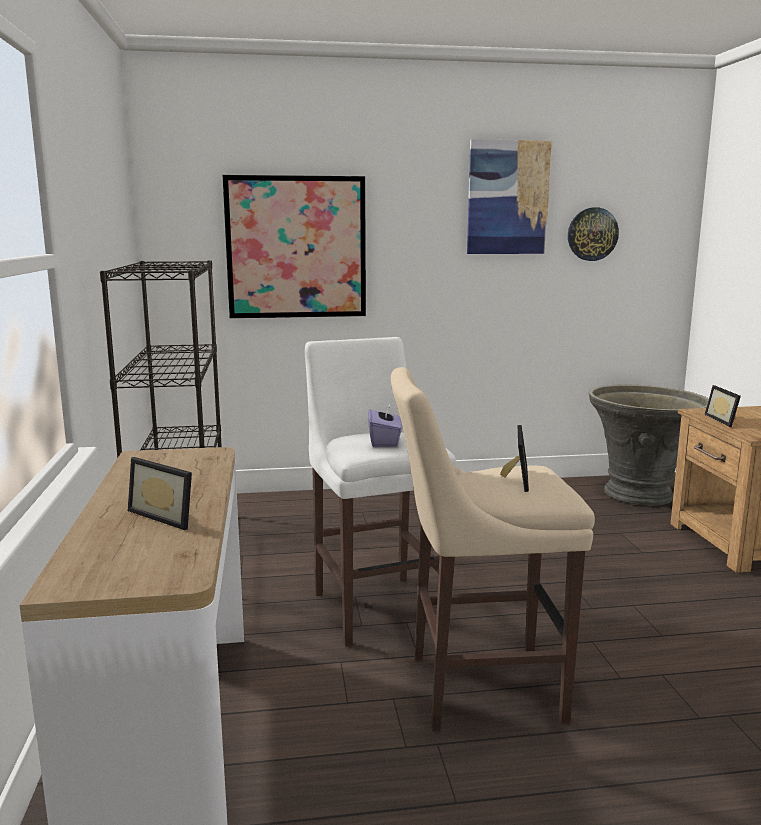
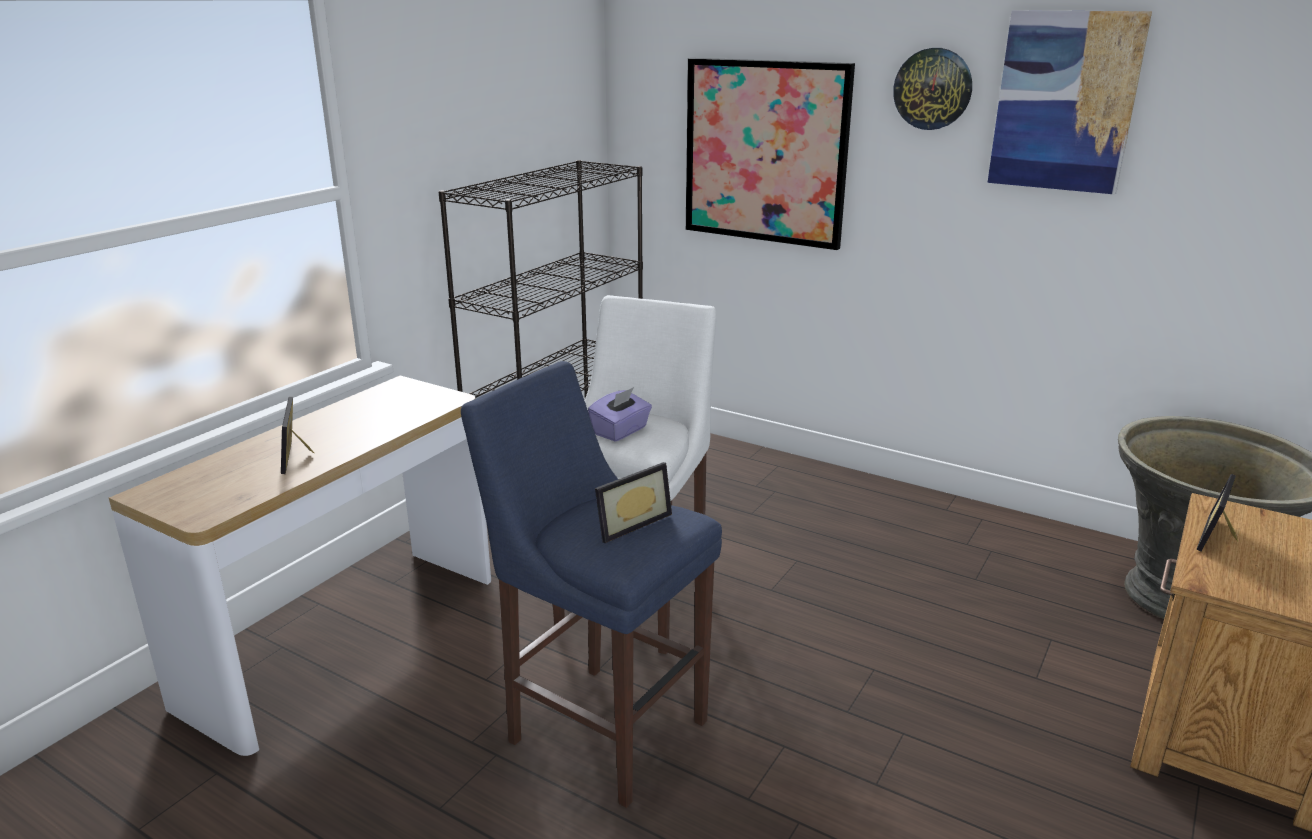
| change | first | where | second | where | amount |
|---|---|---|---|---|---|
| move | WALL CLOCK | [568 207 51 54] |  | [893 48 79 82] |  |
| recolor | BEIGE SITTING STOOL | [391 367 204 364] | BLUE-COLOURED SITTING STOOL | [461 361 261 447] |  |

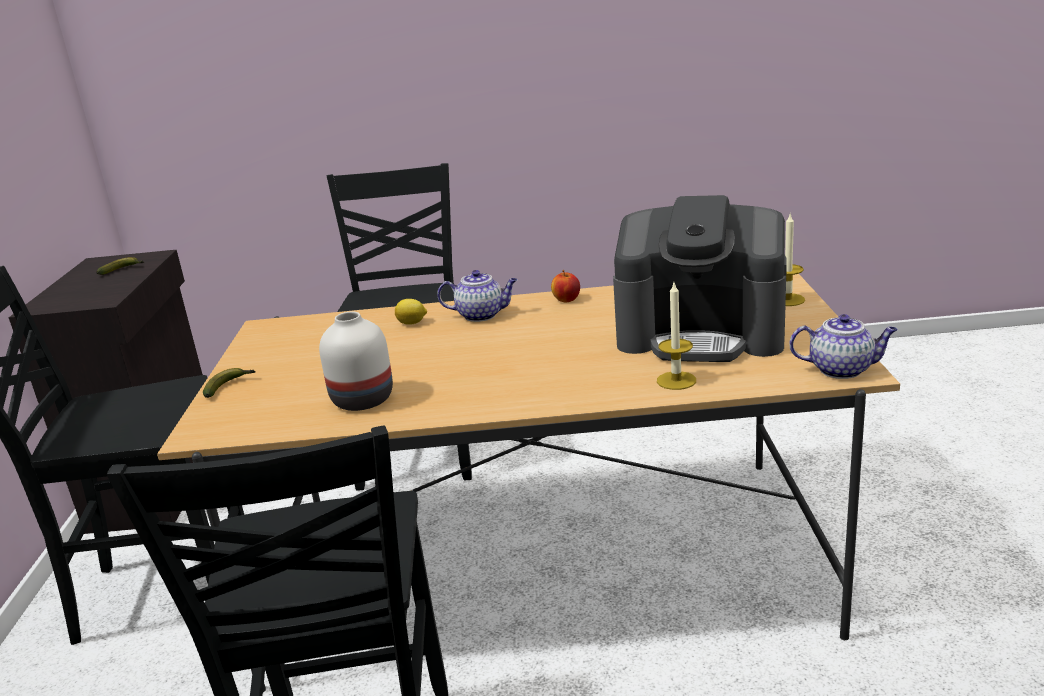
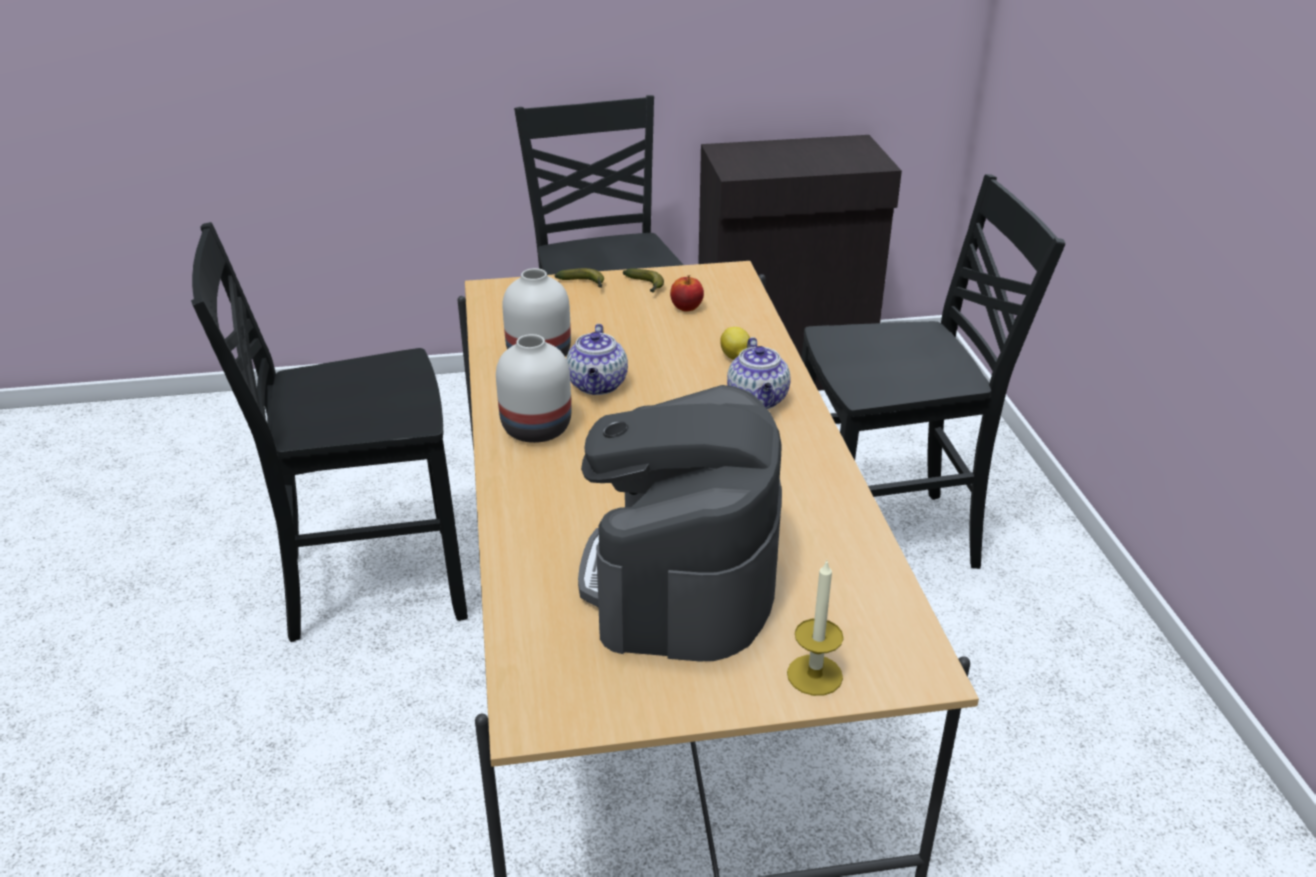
| change | first | where | second | where | amount |
|---|---|---|---|---|---|
| move | BANANA | [96 257 48 18] |  | [623 268 41 25] |  |
| move | WHOLE APPLE | [551 270 29 32] |  | [670 275 34 36] |  |
| delete | CANDLE | [657 283 39 107] |  |  |  |
| move | TEAPOT | [789 314 109 65] |  | [566 324 62 71] |  |
| insert |  |  | WHITISH DECORATIVE VASE | [496 334 75 109] |  |

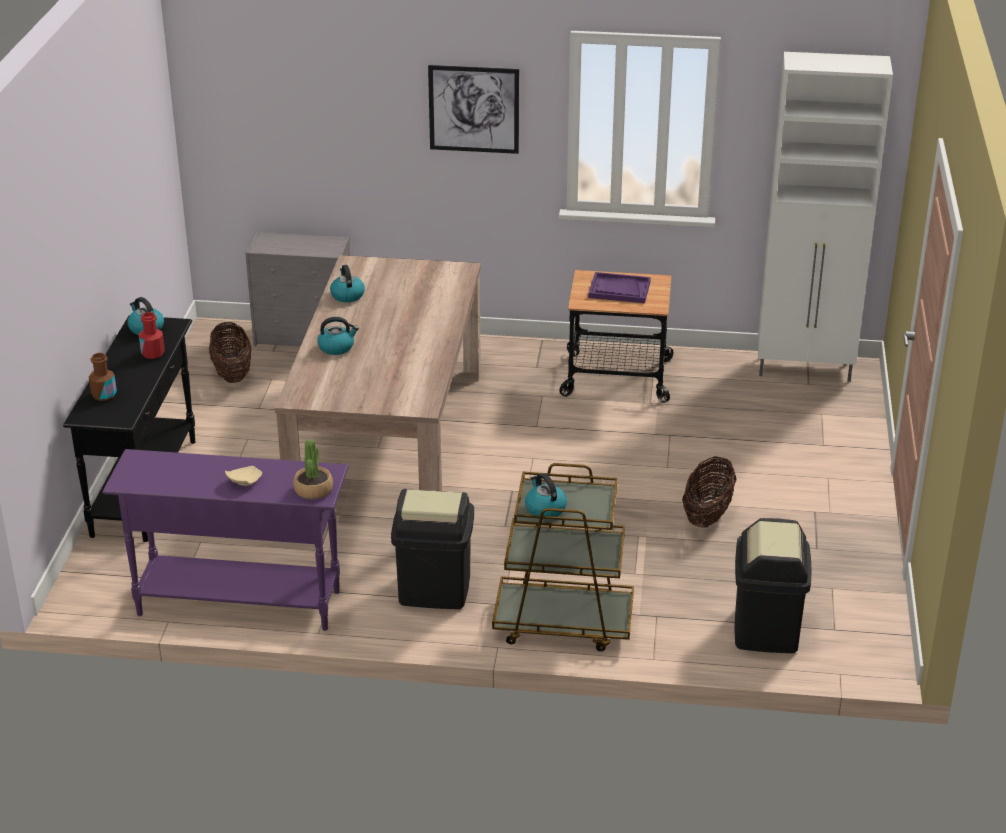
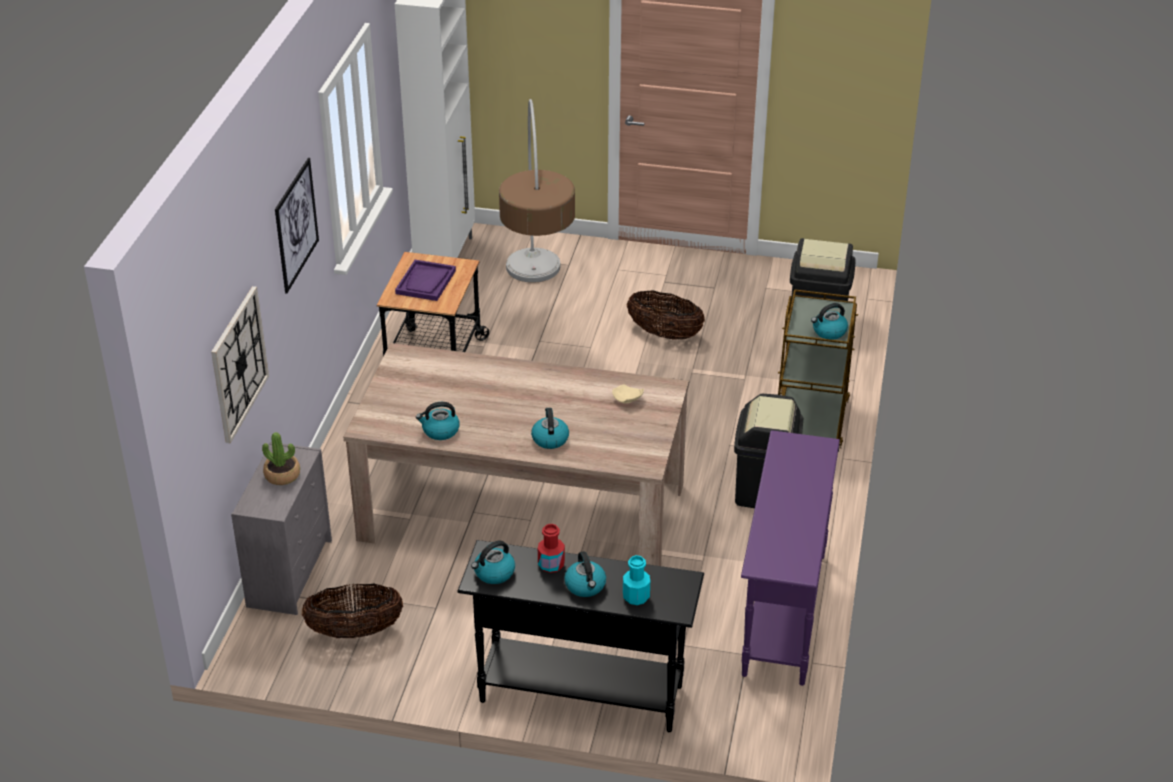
| change | first | where | second | where | amount |
|---|---|---|---|---|---|
| recolor | BROWN BOTTLE | [89 353 28 48] | TURQUOISE-COLOURED BOTTLE | [623 555 27 50] |  |
| move | POTTED PLANT | [293 439 40 60] |  | [262 432 38 53] |  |
| move | BEIGE PLATE | [225 466 37 20] |  | [612 385 32 18] |  |
| insert |  |  | STANDING LAMP | [499 99 76 184] |  |
| insert |  |  | WALL CLOCK | [211 286 58 158] |  |
| insert |  |  | KETTLE | [564 551 42 46] |  |

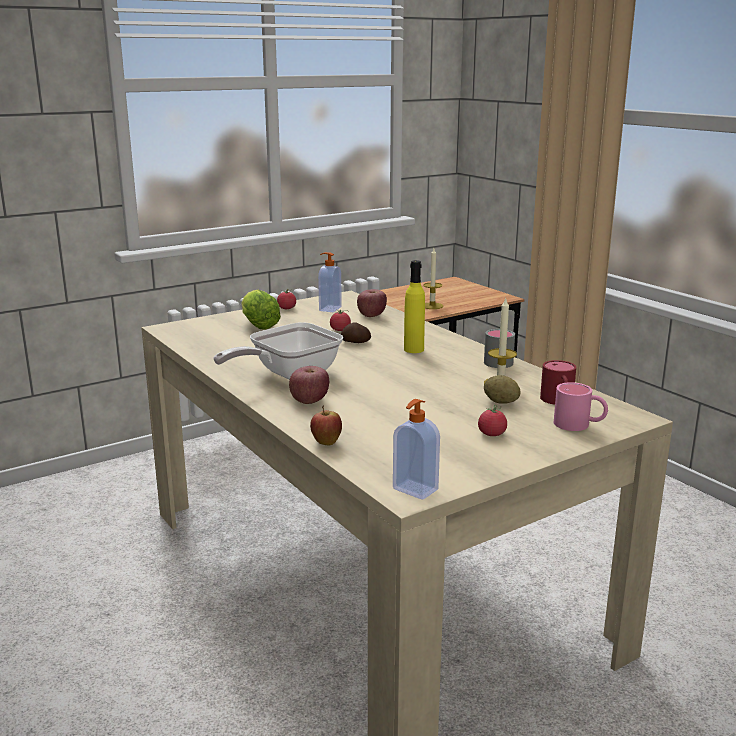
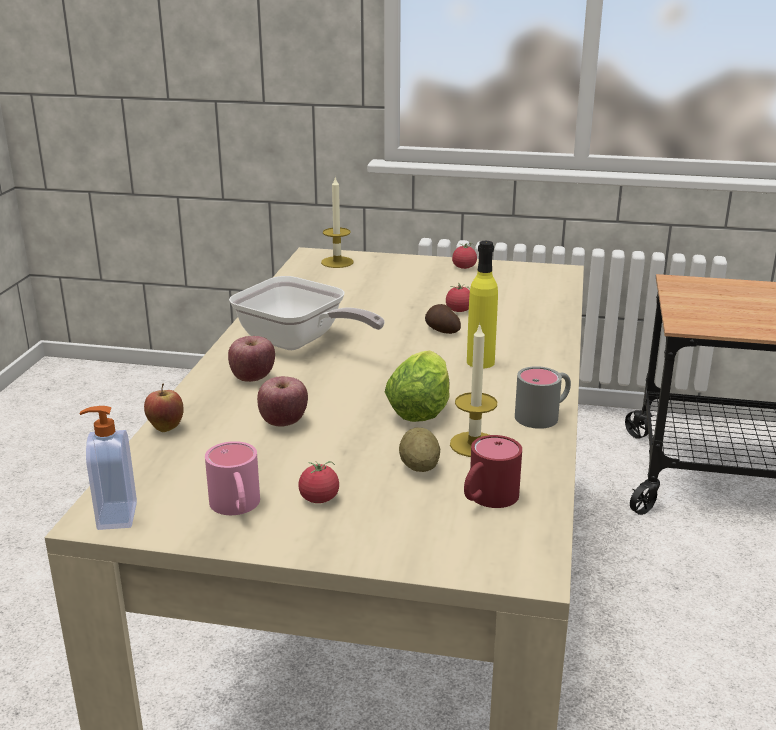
| change | first | where | second | where | amount |
|---|---|---|---|---|---|
| move | CANDLE | [423 248 20 61] |  | [321 176 33 92] |  |
| delete | LIQUID SOAP BOTTLE | [318 252 24 61] |  |  |  |
| move | WHOLE APPLE | [357 289 30 28] |  | [257 376 51 51] |  |
| move | LETTUCE | [241 290 40 40] |  | [385 350 64 72] |  |
| rotate | FRYING PAN | [214 322 129 58] |  | [229 276 155 74] | 150 degrees counterclockwise |
| move | PINK-COLOURED COFFEE MUG | [554 382 54 49] |  | [205 441 55 74] |  |

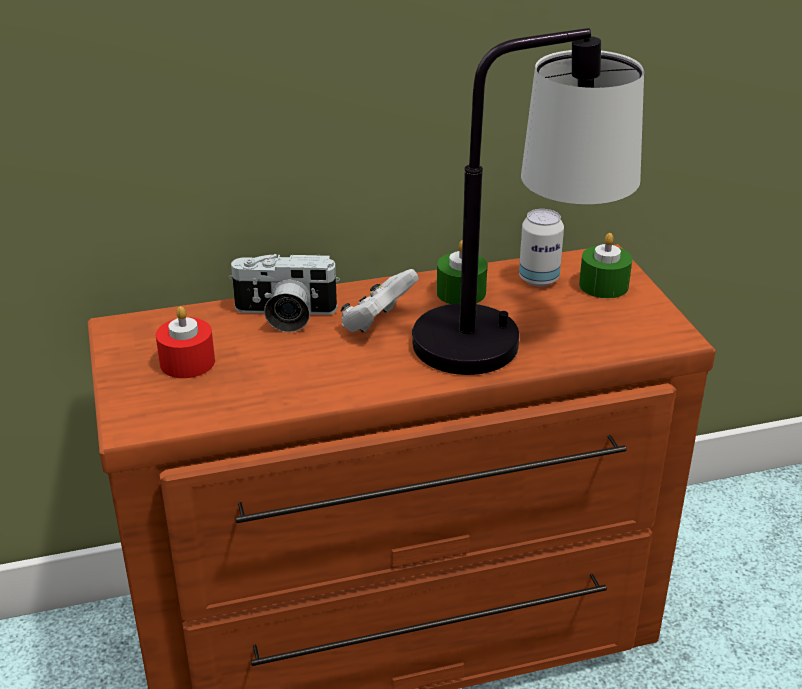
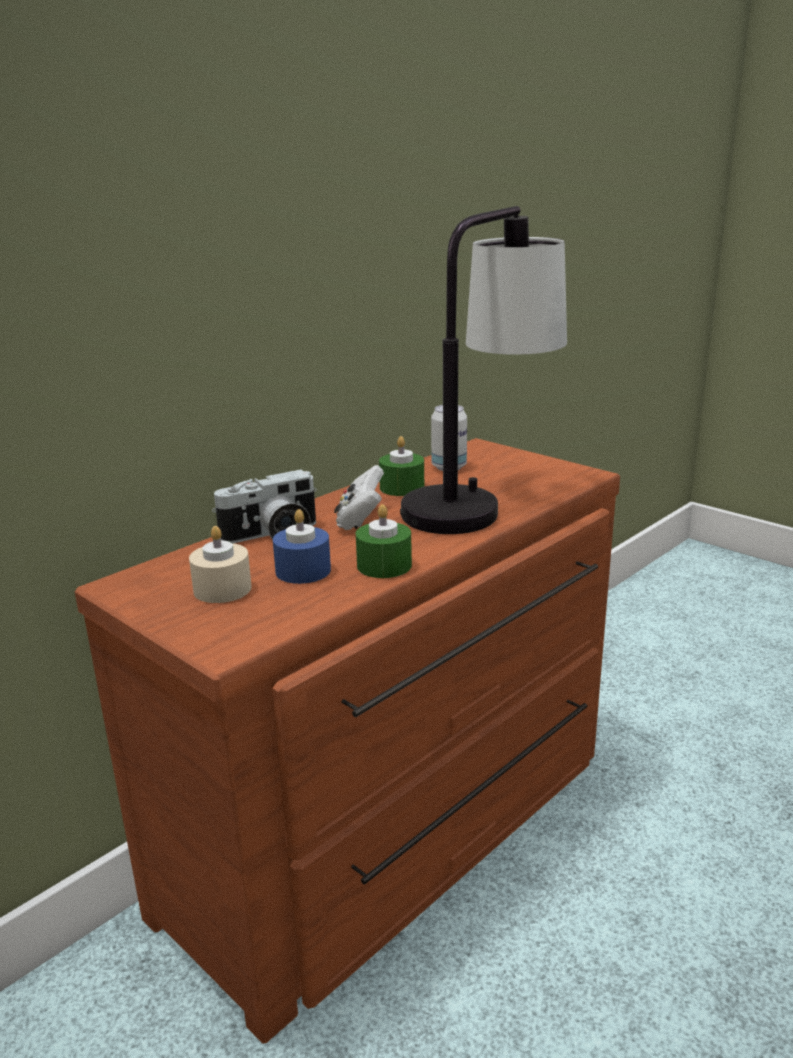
| change | first | where | second | where | amount |
|---|---|---|---|---|---|
| move | GREENISH CANDLE | [579 233 53 65] |  | [356 504 56 74] |  |
| recolor | REDDISH CANDLE | [156 306 59 72] | BEIGE CANDLE | [189 526 63 77] |  |
| insert |  |  | BLUE-COLOURED CANDLE | [273 509 58 75] |  |

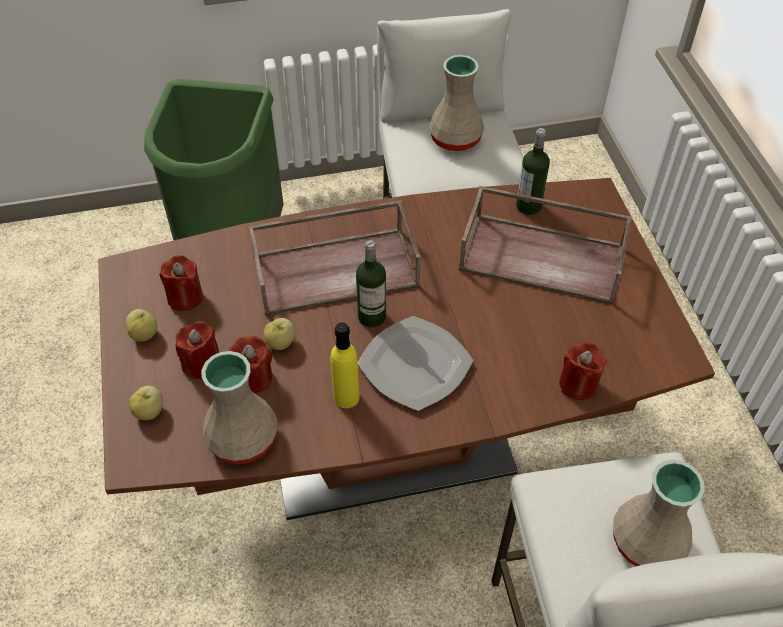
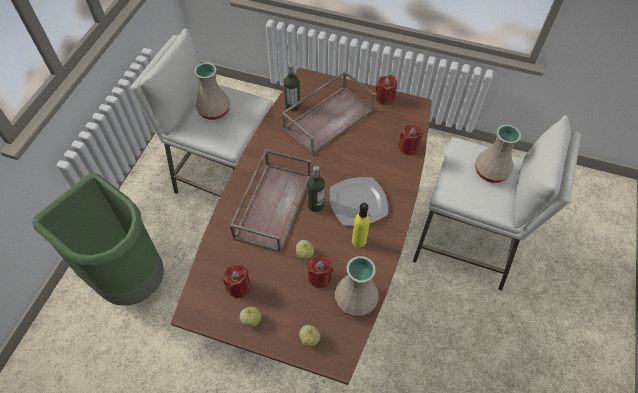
| change | first | where | second | where | amount |
|---|---|---|---|---|---|
| move | REDDISH CANDLE | [175 321 44 58] |  | [376 75 21 31] |  |

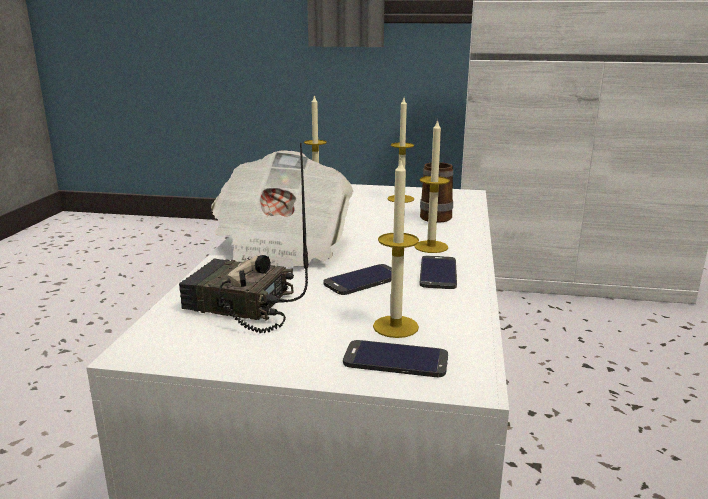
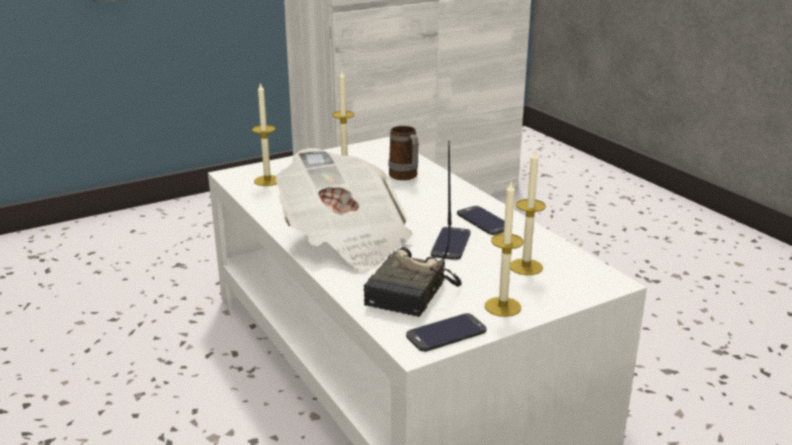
| change | first | where | second | where | amount |
|---|---|---|---|---|---|
| move | CANDLE | [415 119 35 134] |  | [485 180 38 137] |  |
| rotate | RADIO SET | [179 143 129 190] |  | [364 140 98 177] | 45 degrees counterclockwise |
| move | TELEPHONE | [343 340 105 37] |  | [406 313 81 39] |  |

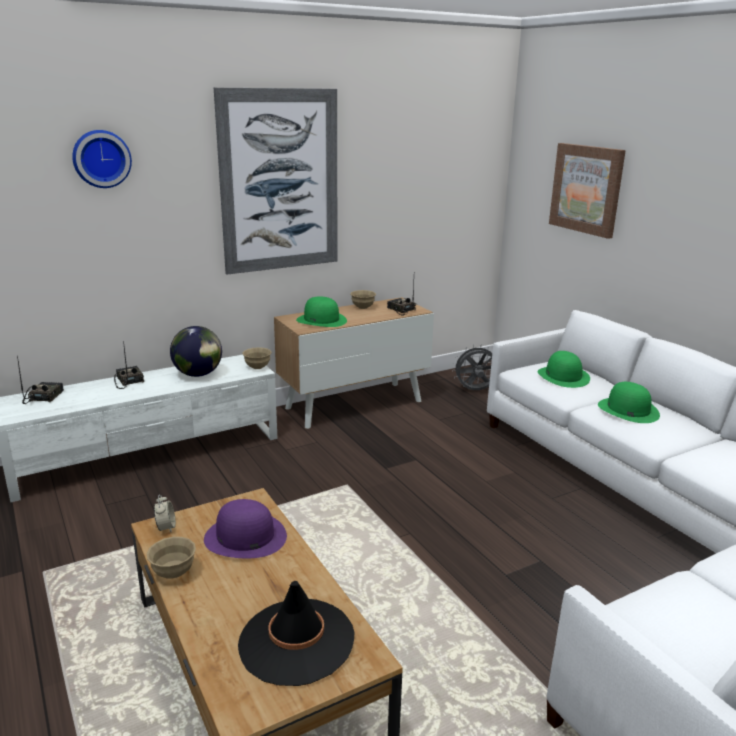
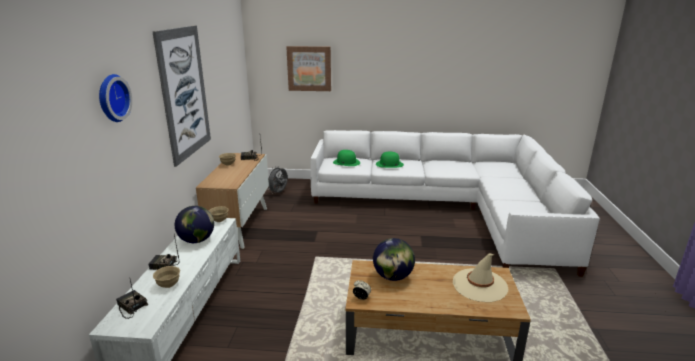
| change | first | where | second | where | amount |
|---|---|---|---|---|---|
| delete | GREENISH CLOTHING HAT | [296 296 51 31] |  |  |  |
| replace | PURPLE CLOTHING HAT | [204 499 83 60] | DESK GLOBE | [373 238 42 43] |  |
| move | BEIGE BOWL | [147 537 49 41] |  | [153 266 27 22] |  |
| recolor | BLACKISH CLOTHING HAT | [238 581 117 105] | BEIGE CLOTHING HAT | [453 253 55 49] |  |

